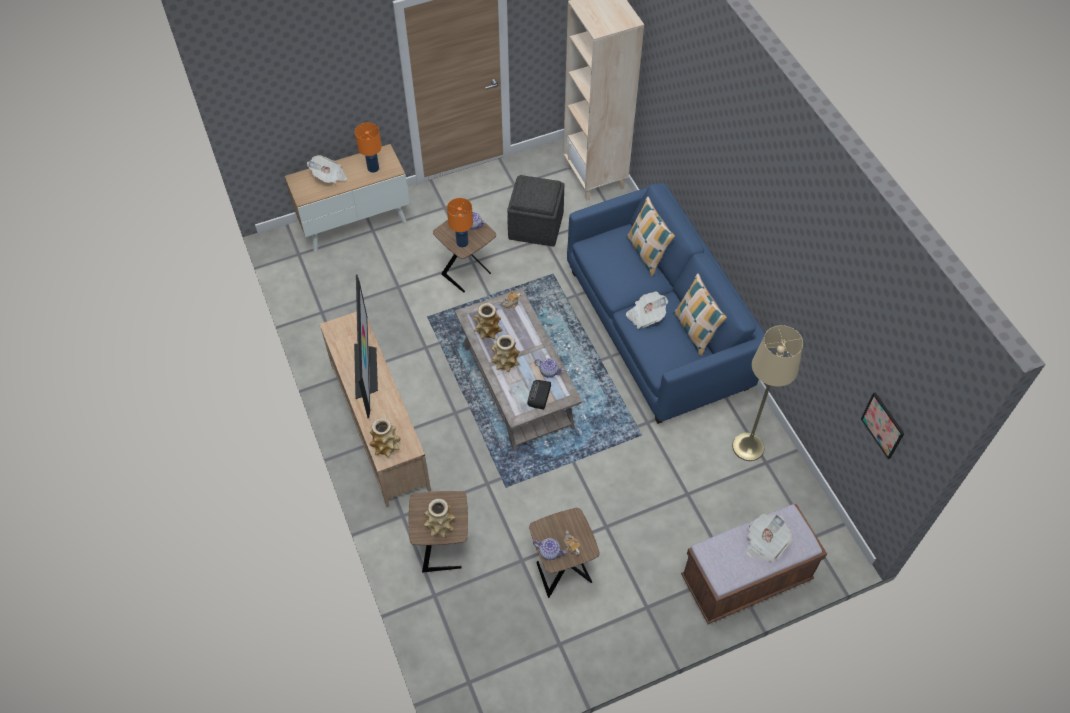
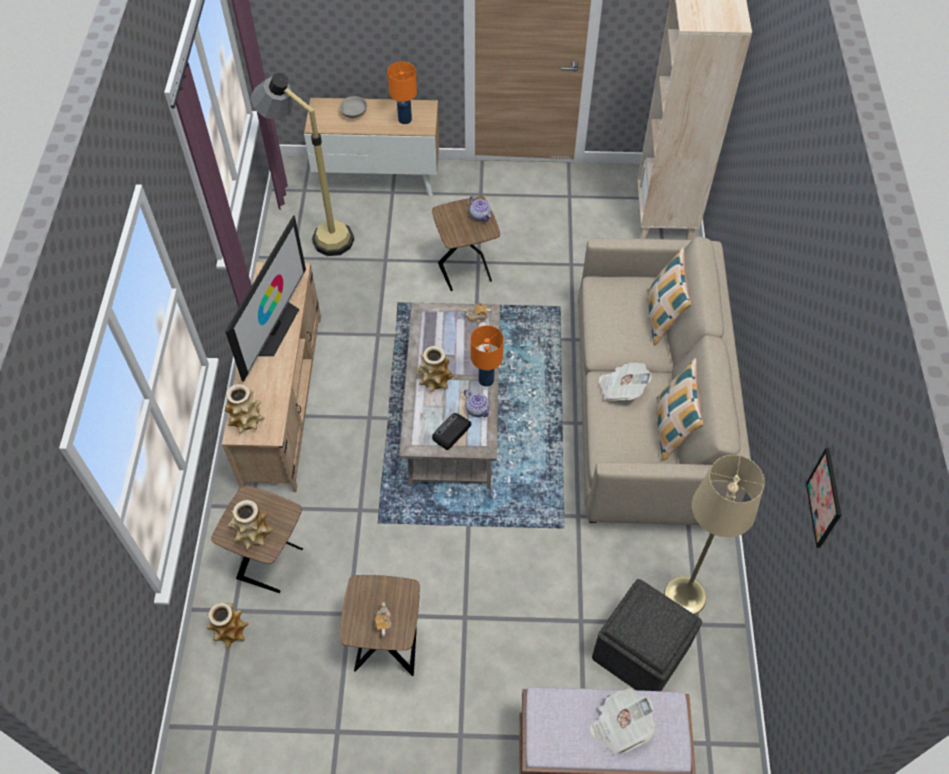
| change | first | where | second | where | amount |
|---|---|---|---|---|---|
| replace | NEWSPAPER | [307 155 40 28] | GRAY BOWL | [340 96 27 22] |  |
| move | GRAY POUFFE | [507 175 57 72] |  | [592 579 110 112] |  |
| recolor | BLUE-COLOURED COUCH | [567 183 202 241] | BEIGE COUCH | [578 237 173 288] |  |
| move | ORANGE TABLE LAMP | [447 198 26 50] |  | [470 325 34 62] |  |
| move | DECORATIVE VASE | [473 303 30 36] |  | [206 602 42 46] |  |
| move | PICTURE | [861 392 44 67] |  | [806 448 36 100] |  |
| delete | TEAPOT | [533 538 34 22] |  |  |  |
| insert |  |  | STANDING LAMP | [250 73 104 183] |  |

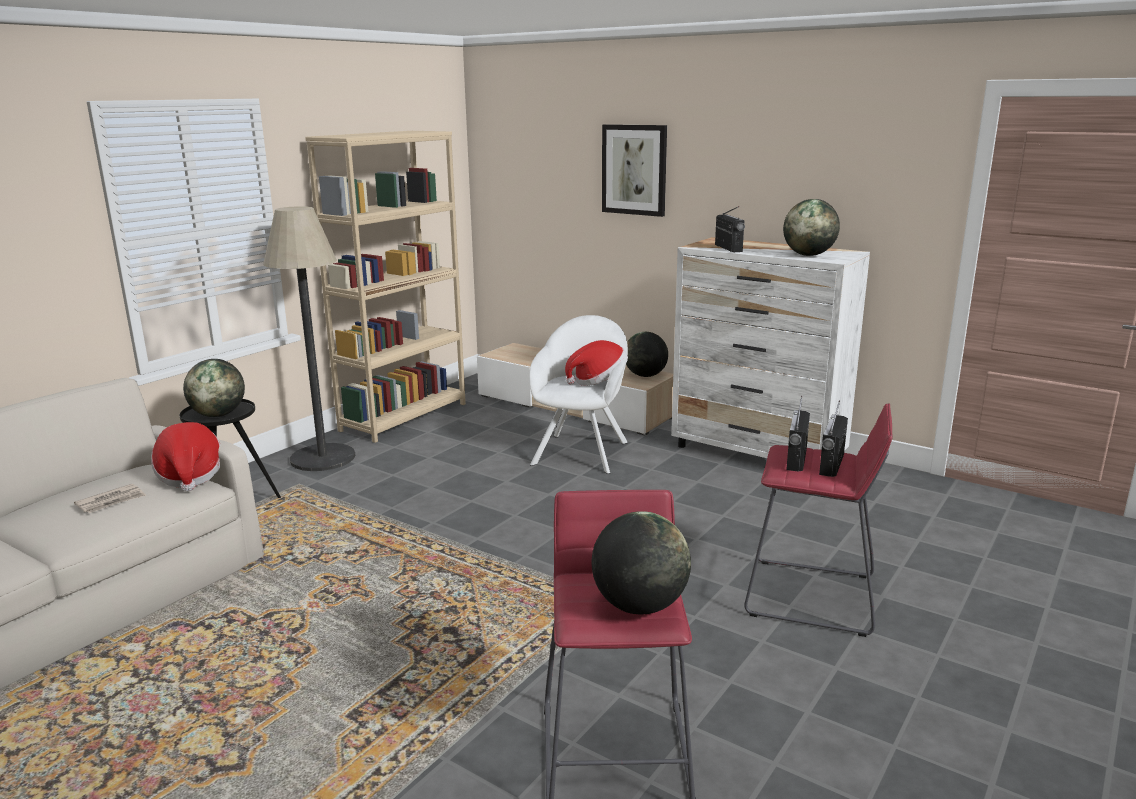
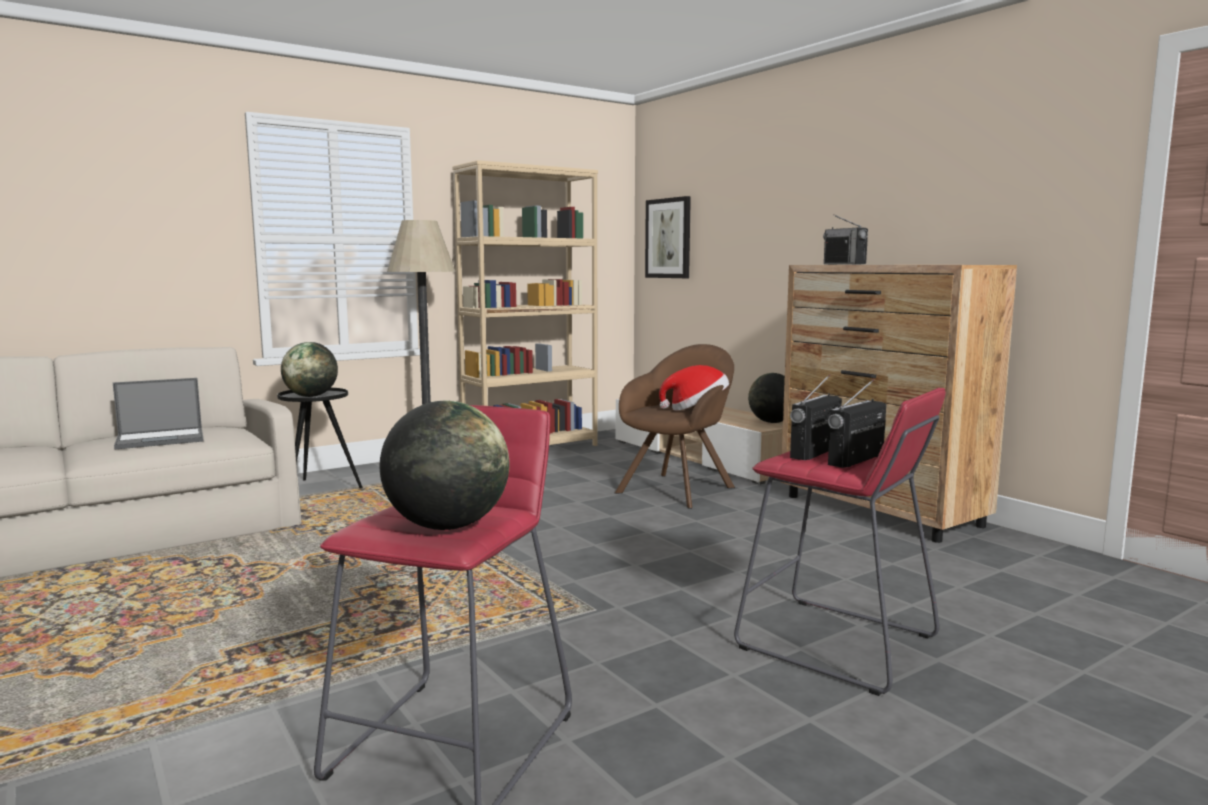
| change | first | where | second | where | amount |
|---|---|---|---|---|---|
| move | PICTURE | [602 124 65 93] |  | [645 196 46 82] |  |
| delete | DESK GLOBE | [783 199 57 57] |  |  |  |
| rotate | RADIO SET | [715 206 30 46] |  | [823 214 45 51] | 150 degrees clockwise |
| recolor | WHITISH DRESSER | [671 237 199 221] | BROWN DRESSER | [781 265 236 278] |  |
| recolor | WHITISH ARMCHAIR | [529 315 99 159] | BROWN ARMCHAIR | [615 344 120 165] |  |
| delete | CLOTHING HAT | [151 422 69 69] |  |  |  |
| replace | NEWSPAPER | [74 484 72 29] | PORTABLE COMPUTER | [113 378 91 71] |  |

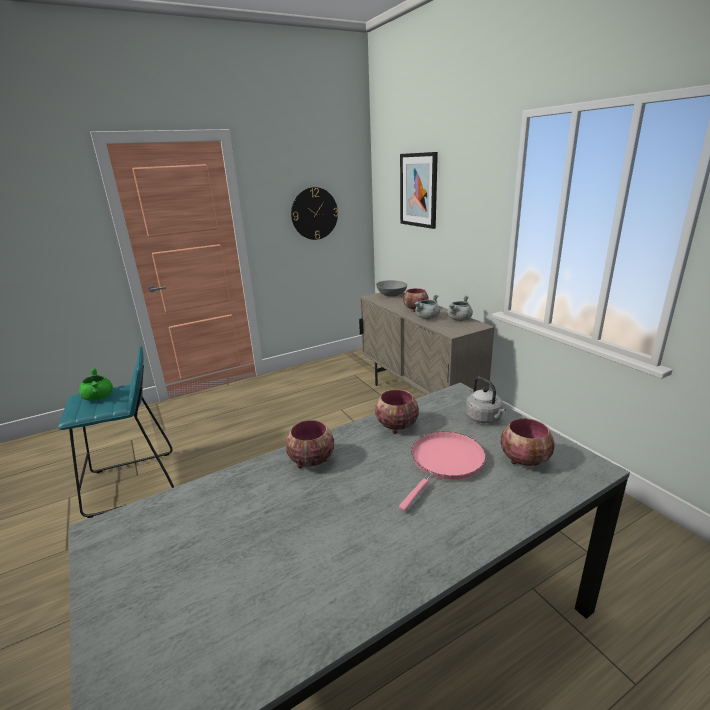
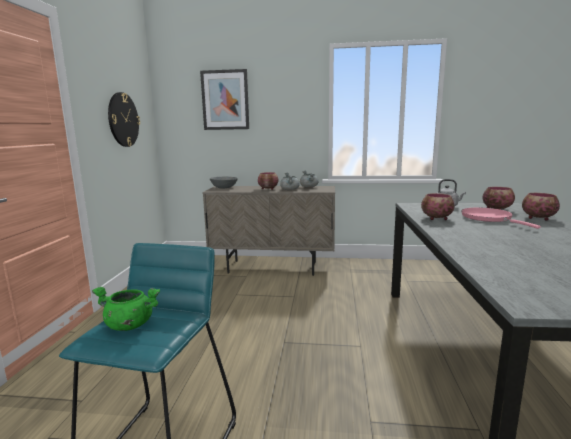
| change | first | where | second | where | amount |
|---|---|---|---|---|---|
| move | BOWL | [286 420 48 48] |  | [522 193 38 28] |  |

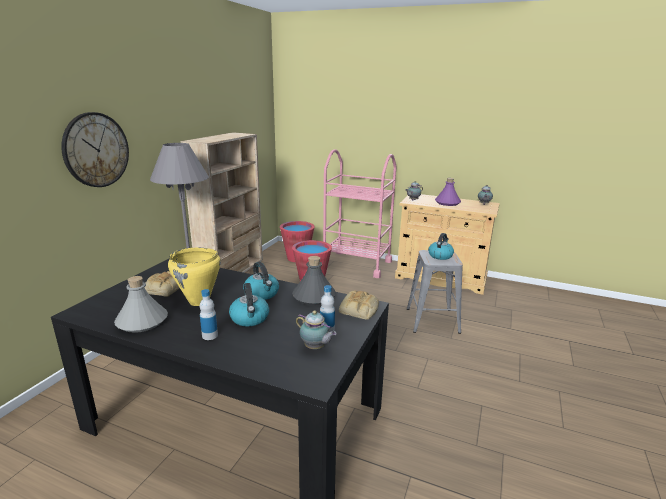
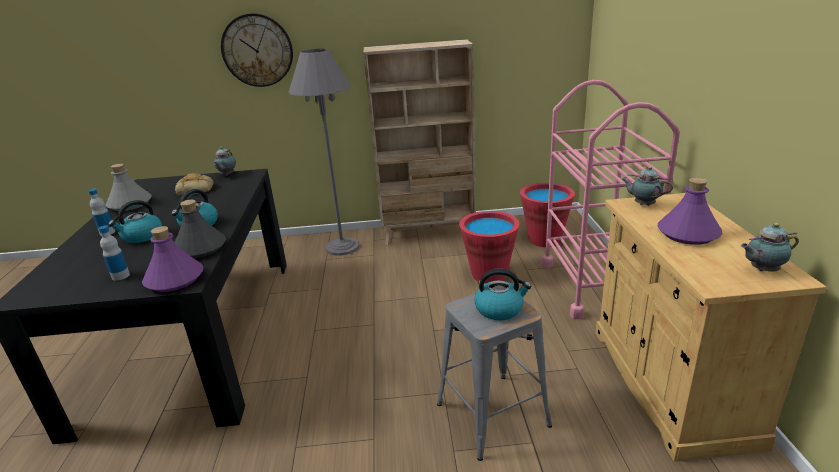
| change | first | where | second | where | amount |
|---|---|---|---|---|---|
| delete | YELLOW SAUCEPOT | [168 248 53 58] |  |  |  |
| replace | BREAD | [339 291 40 29] | PURPLE BOTTLE | [142 226 61 66] |  |
| move | TEAPOT | [296 310 41 39] |  | [214 146 22 30] |  |

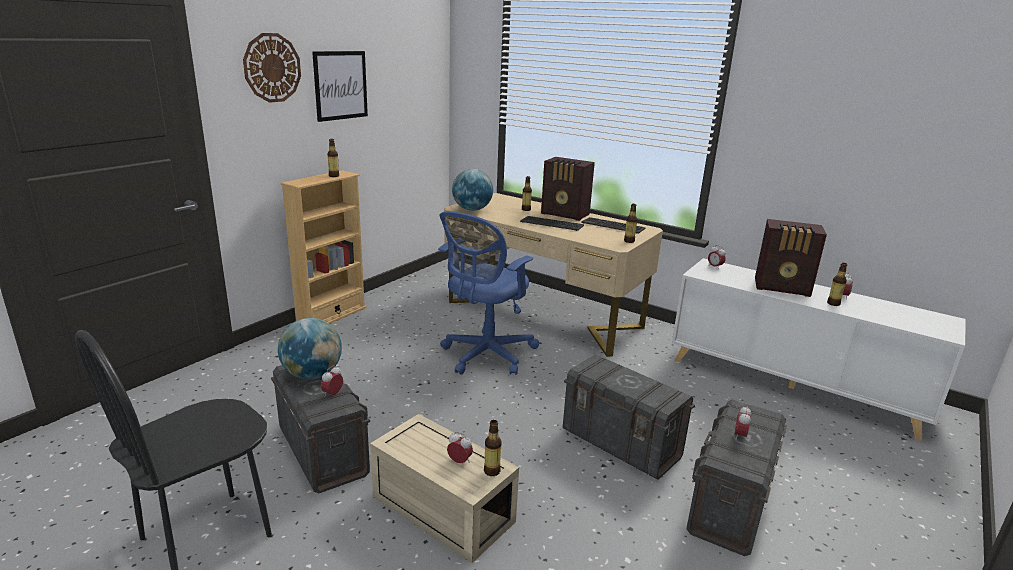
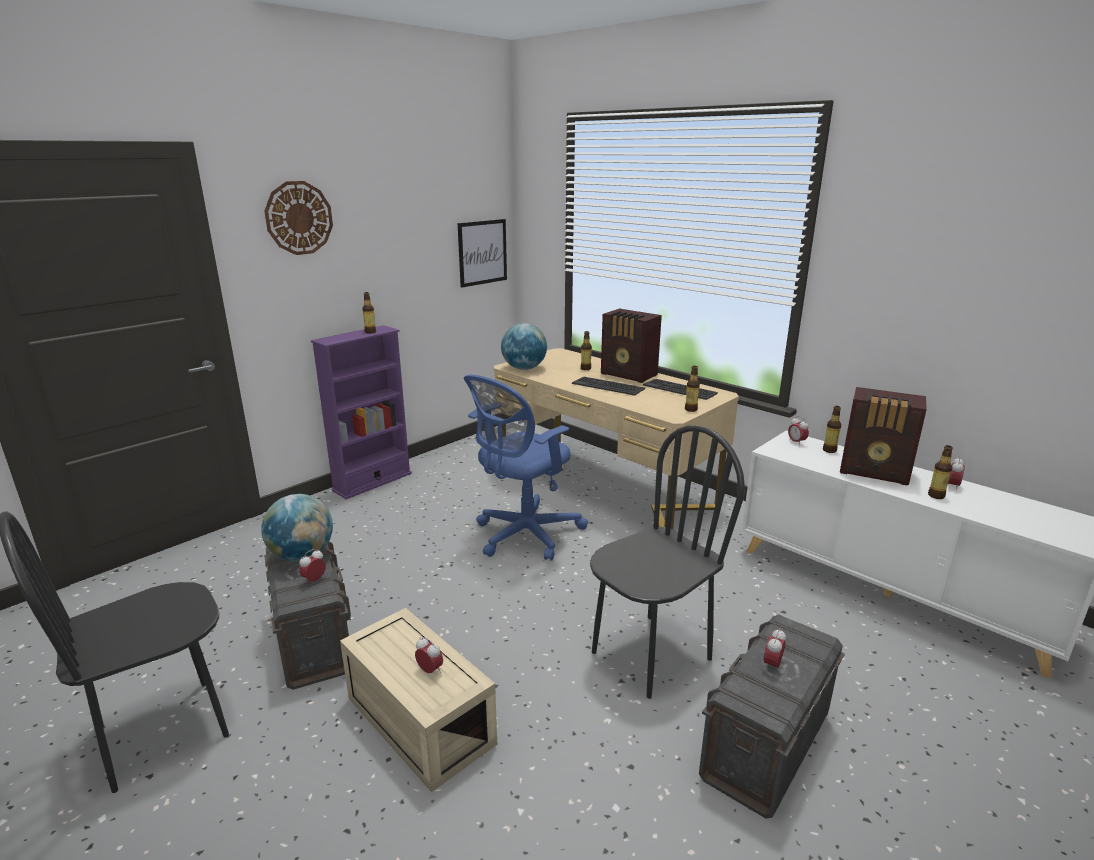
| change | first | where | second | where | amount |
|---|---|---|---|---|---|
| move | PICTURE | [312 51 56 71] |  | [458 219 49 69] |  |
| recolor | BEIGE BOOKSHELF | [281 170 86 154] | PURPLE BOOKSHELF | [311 325 101 174] |  |
| replace | GRAY STORAGE BOX | [563 354 132 126] | BLACKISH UPRIGHT CHAIR | [590 425 155 274] |  |
| move | BOTTLE | [484 420 18 56] |  | [823 406 18 47] |  |

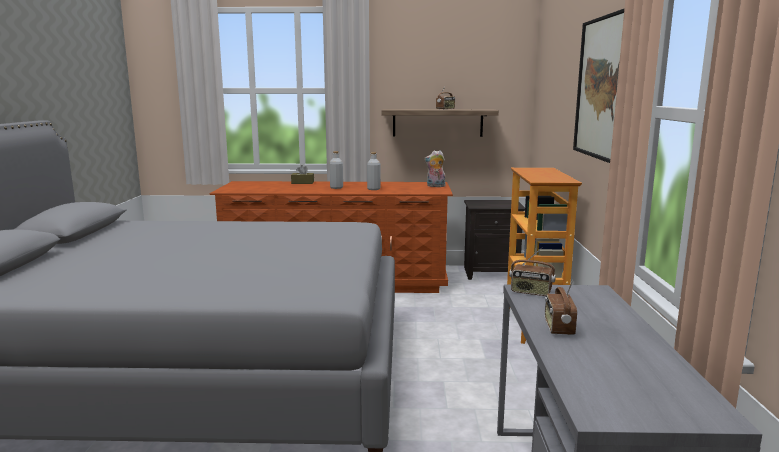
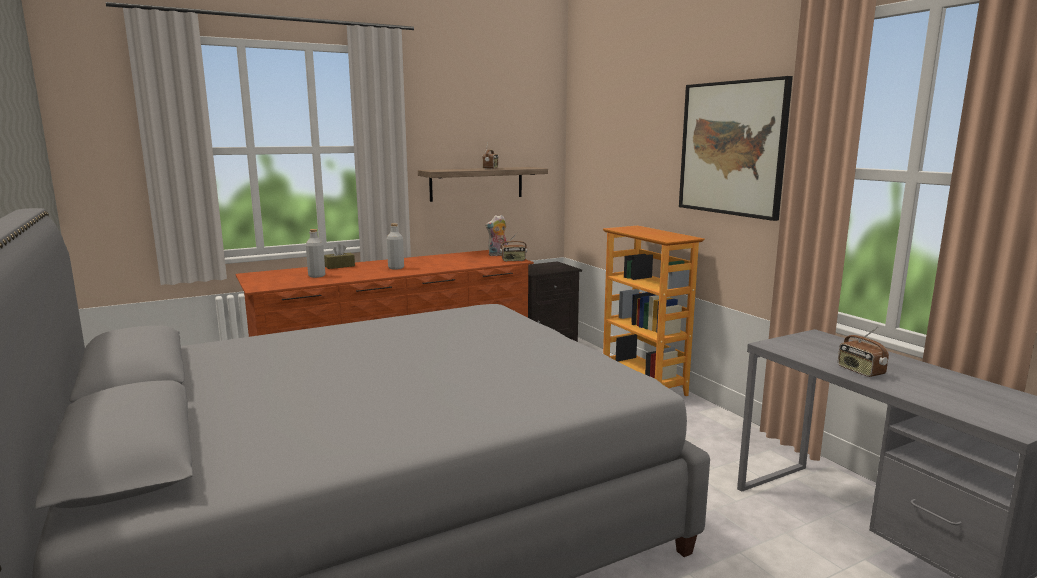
| change | first | where | second | where | amount |
|---|---|---|---|---|---|
| move | GRAY BOTTLE | [367 152 14 38] |  | [306 229 19 49] |  |
| move | RADIO SET | [509 247 47 49] |  | [500 233 27 29] |  |

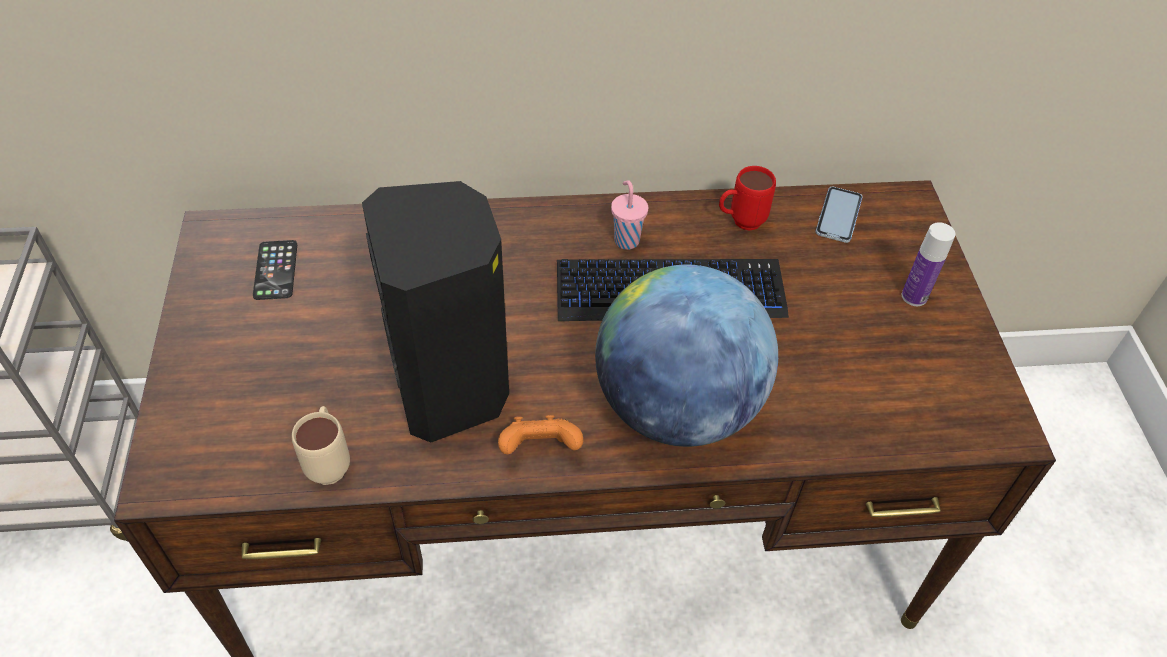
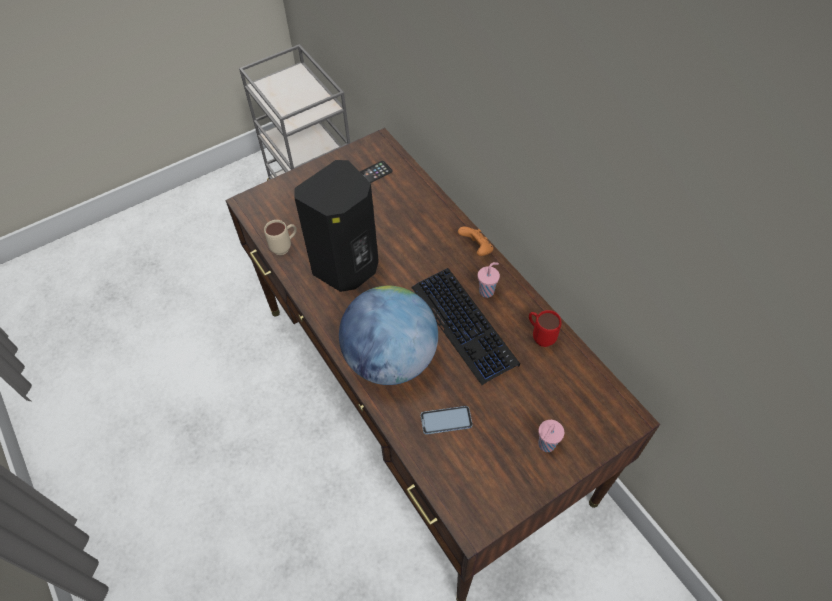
| change | first | where | second | where | amount |
|---|---|---|---|---|---|
| move | TELEPHONE | [815 187 47 56] |  | [421 406 52 29] |  |
| replace | BOTTLE | [902 222 54 84] | PINK-COLOURED SMALL CUP | [538 420 26 32] |  |
| move | ORANGE GAME CONTROLLER | [498 415 85 39] |  | [458 226 35 30] |  |

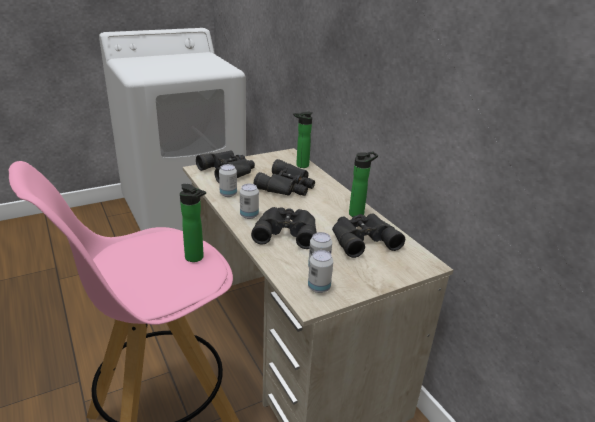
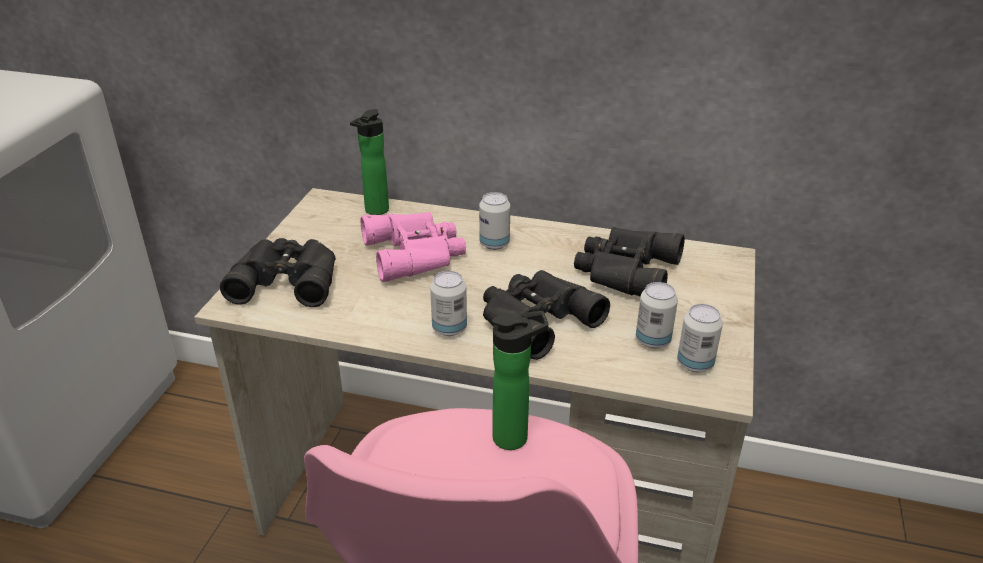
| change | first | where | second | where | amount |
|---|---|---|---|---|---|
| delete | BOTTLE | [349 151 29 66] |  |  |  |
| recolor | BLACKISH PAIR OF BINOCULARS | [254 159 61 37] | PINK-COLOURED PAIR OF BINOCULARS | [360 212 106 70] |  |
| move | CAN | [219 164 18 33] |  | [479 192 31 58] |  |

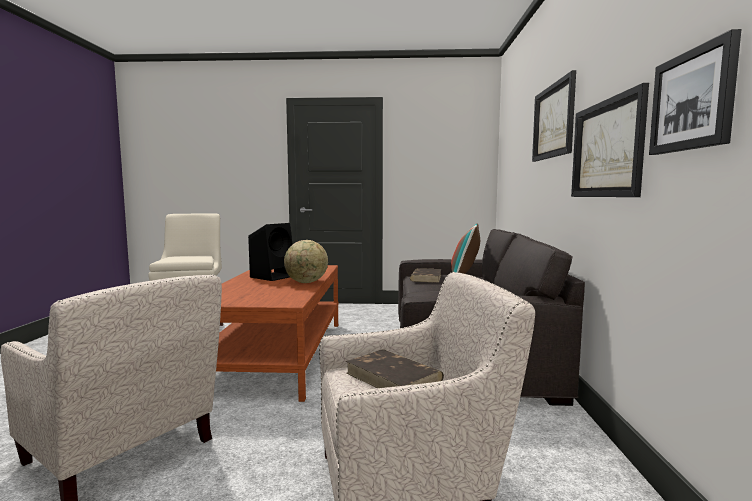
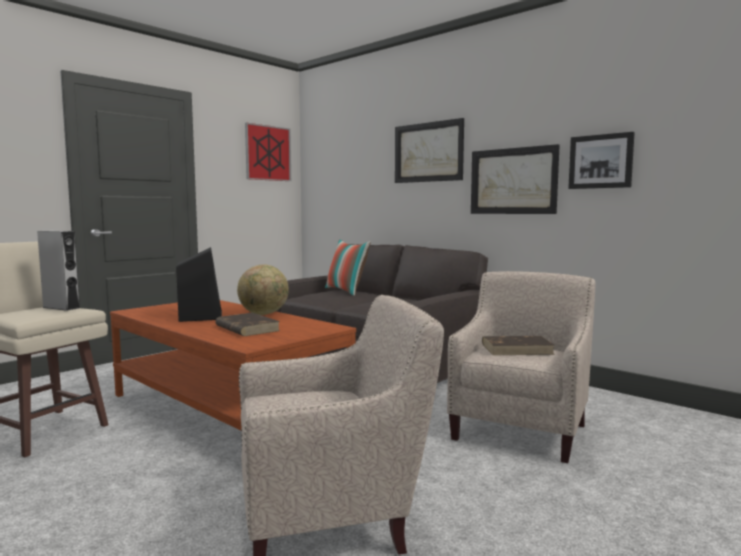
| change | first | where | second | where | amount |
|---|---|---|---|---|---|
| move | BROWN BOOK | [410 268 31 15] |  | [215 313 65 23] |  |
| insert |  |  | PICTURE | [245 123 46 58] |  |
| insert |  |  | GRAY SPEAKER | [37 231 43 80] |  |

